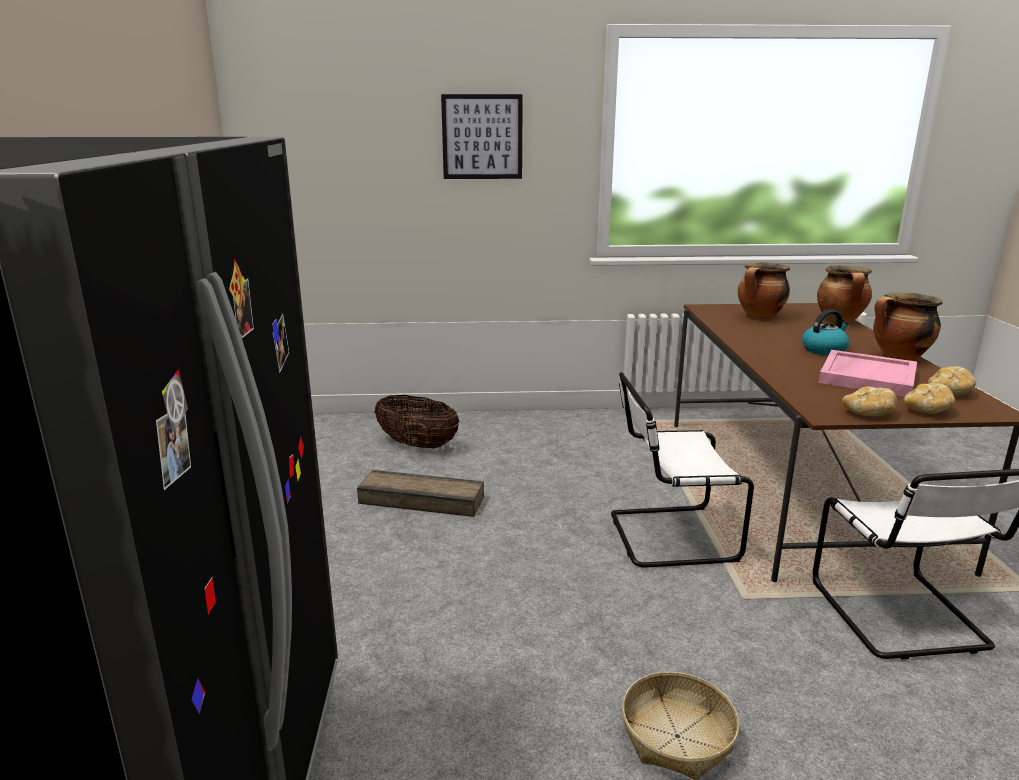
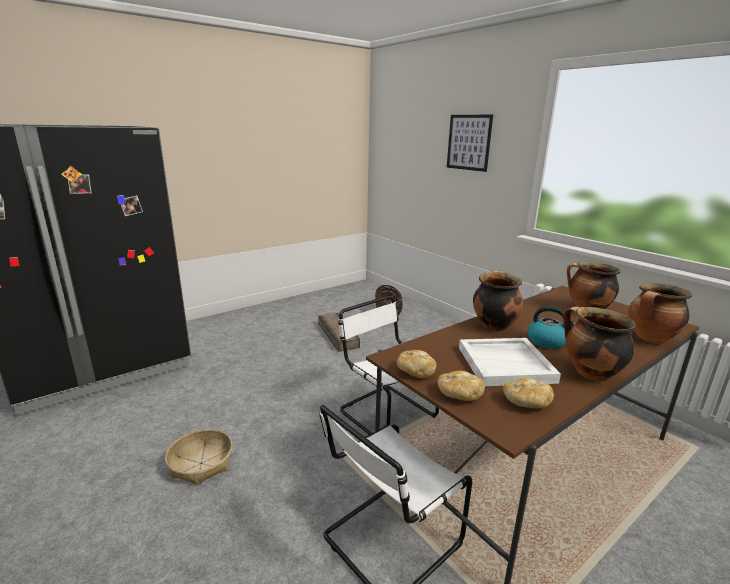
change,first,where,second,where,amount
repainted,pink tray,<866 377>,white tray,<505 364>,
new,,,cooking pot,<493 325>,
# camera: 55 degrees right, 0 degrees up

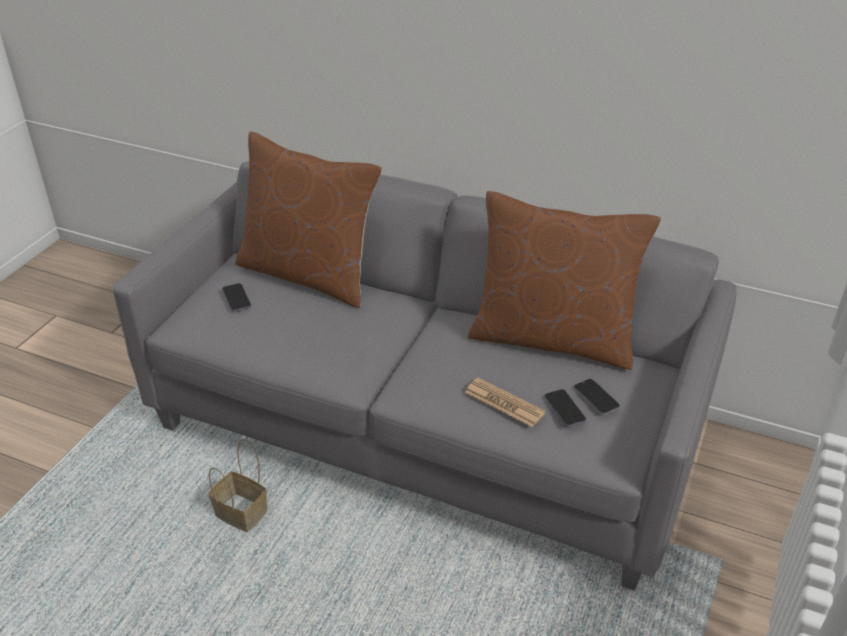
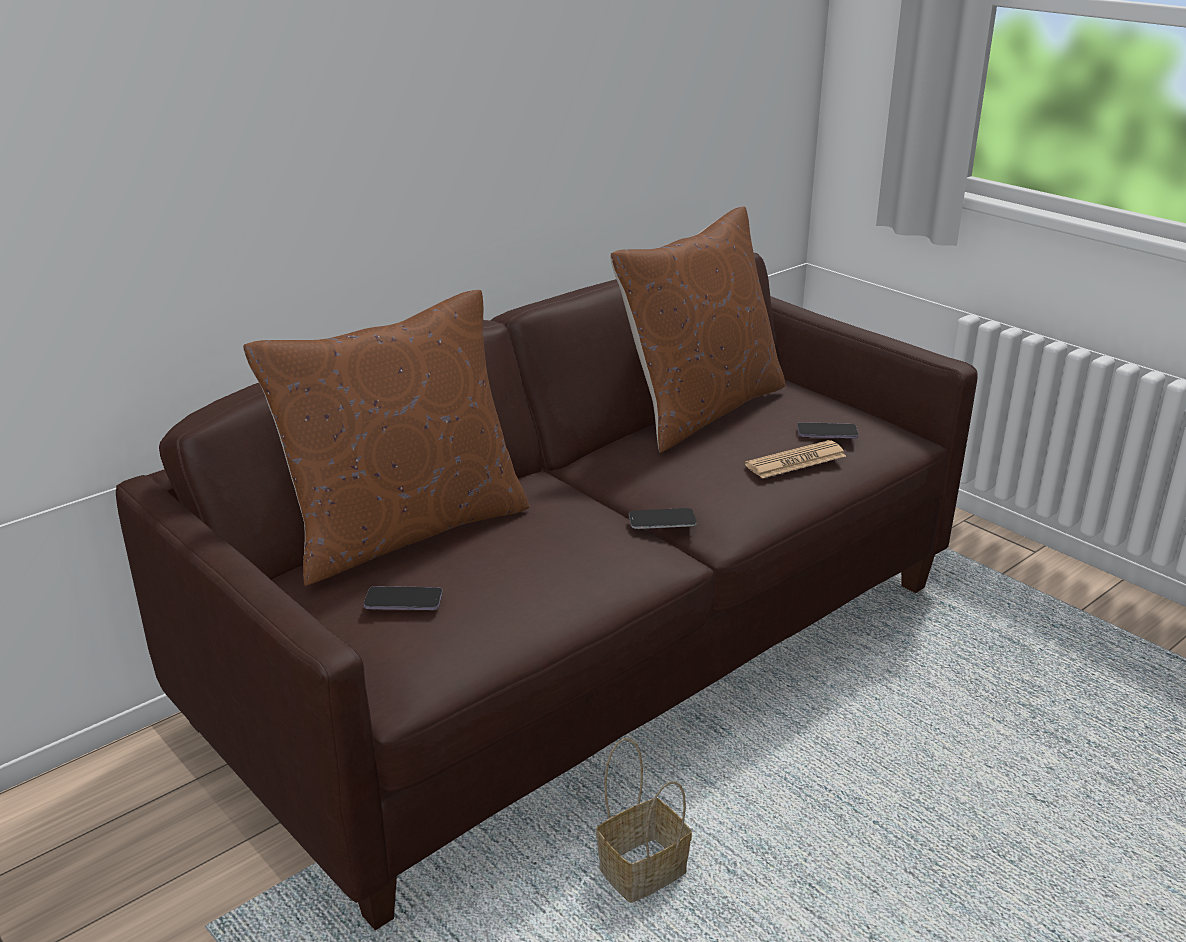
change,first,where,second,where,amount
repainted,grey sofa,<425 428>,brown sofa,<591 651>,
shifted,phone,<596 397>,,<662 520>,
# camera: 65 degrees left, 10 degrees down

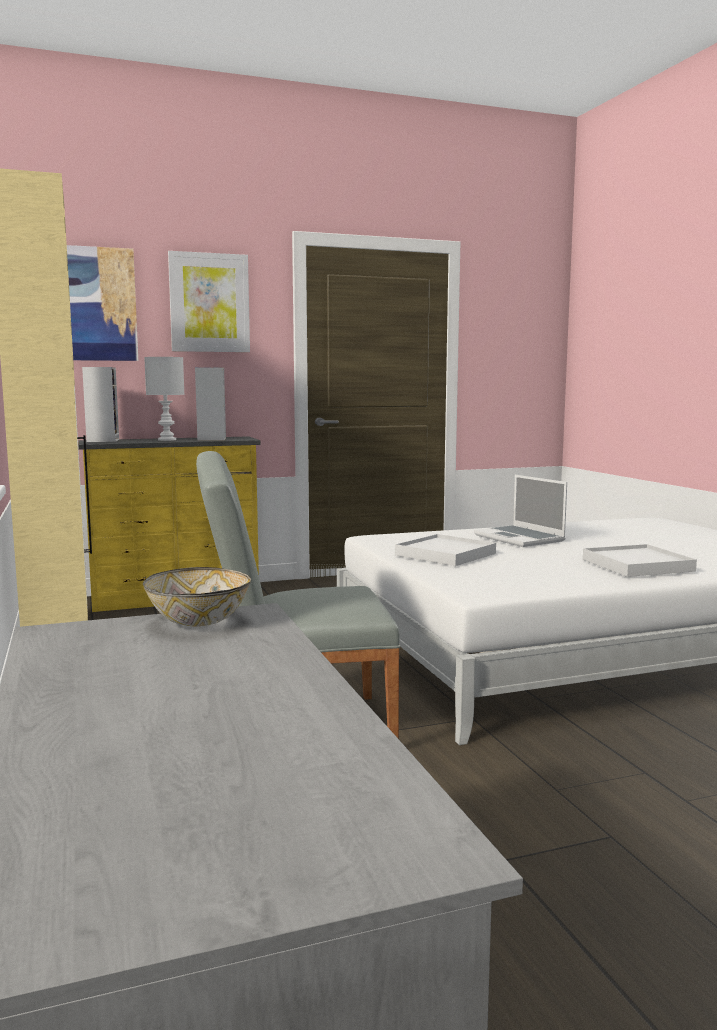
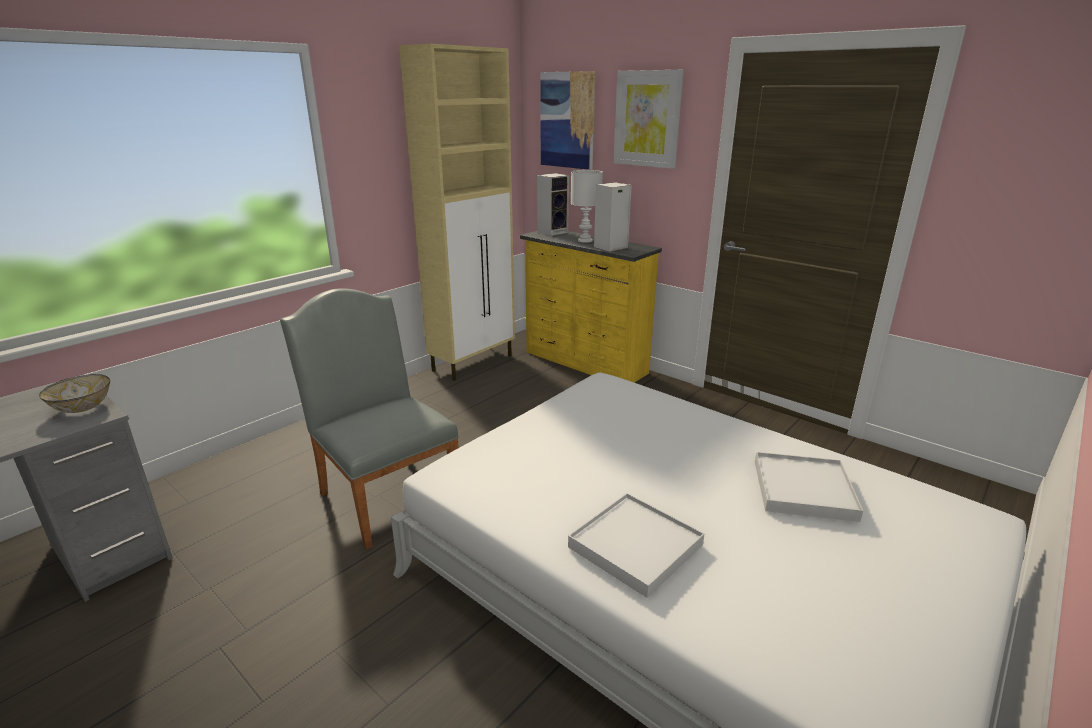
change,first,where,second,where,amount
shifted,white tray,<446 554>,,<803 490>,
gone,laptop,<520 538>,,,
# camera: 60 degrees right, 15 degrees up

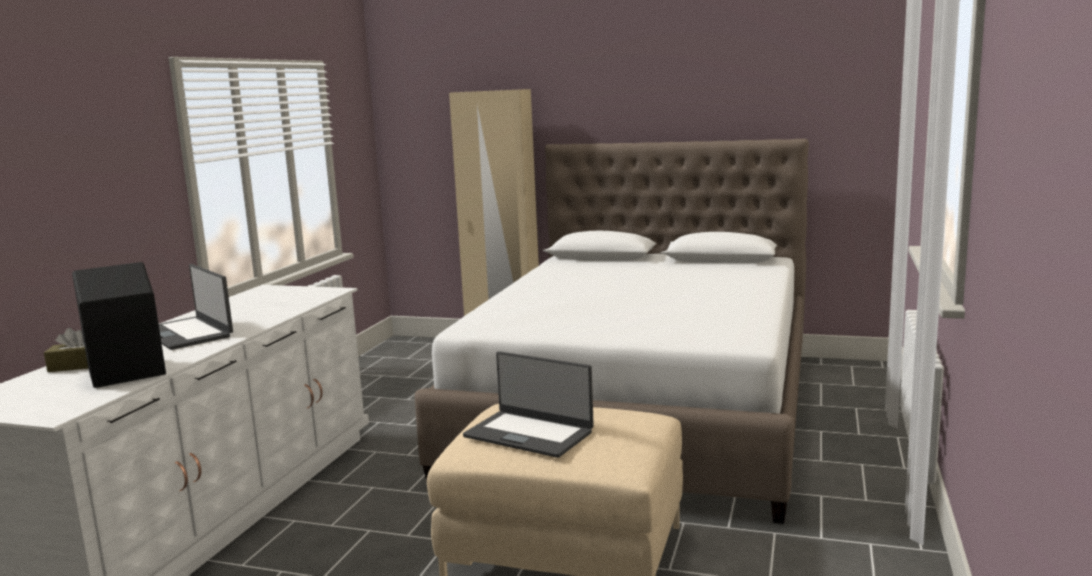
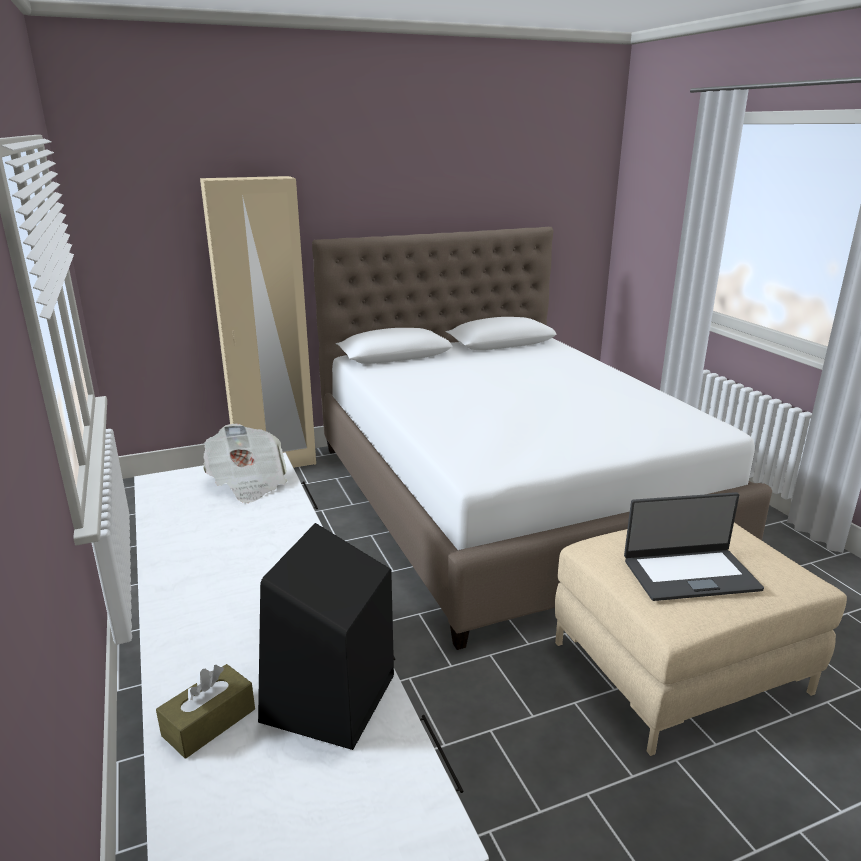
change,first,where,second,where,amount
gone,laptop,<188 333>,,,
new,,,newspaper,<248 483>,
# camera: 40 degrees left, 10 degrees up

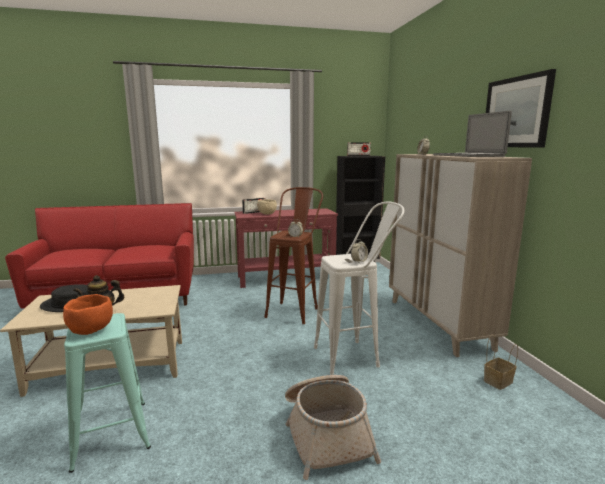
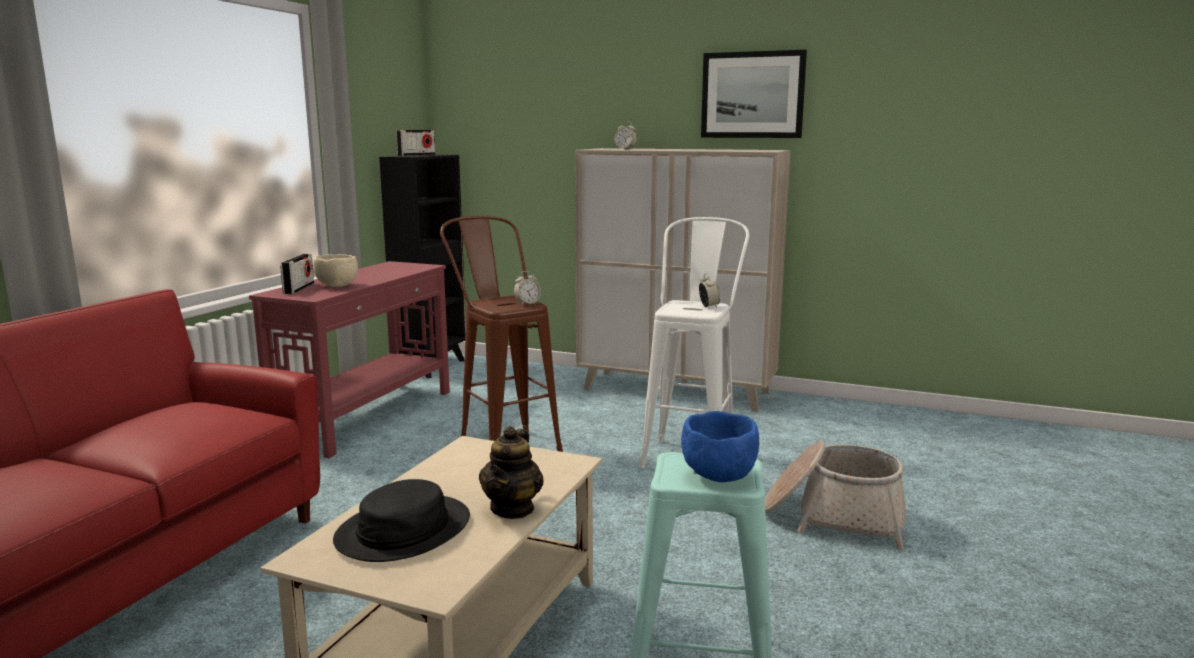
change,first,where,second,where,amount
repainted,orange bowl,<92 329>,blue bowl,<718 474>,
gone,laptop,<467 156>,,,
gone,basket,<498 381>,,,
# camera: 55 degrees left, 0 degrees up

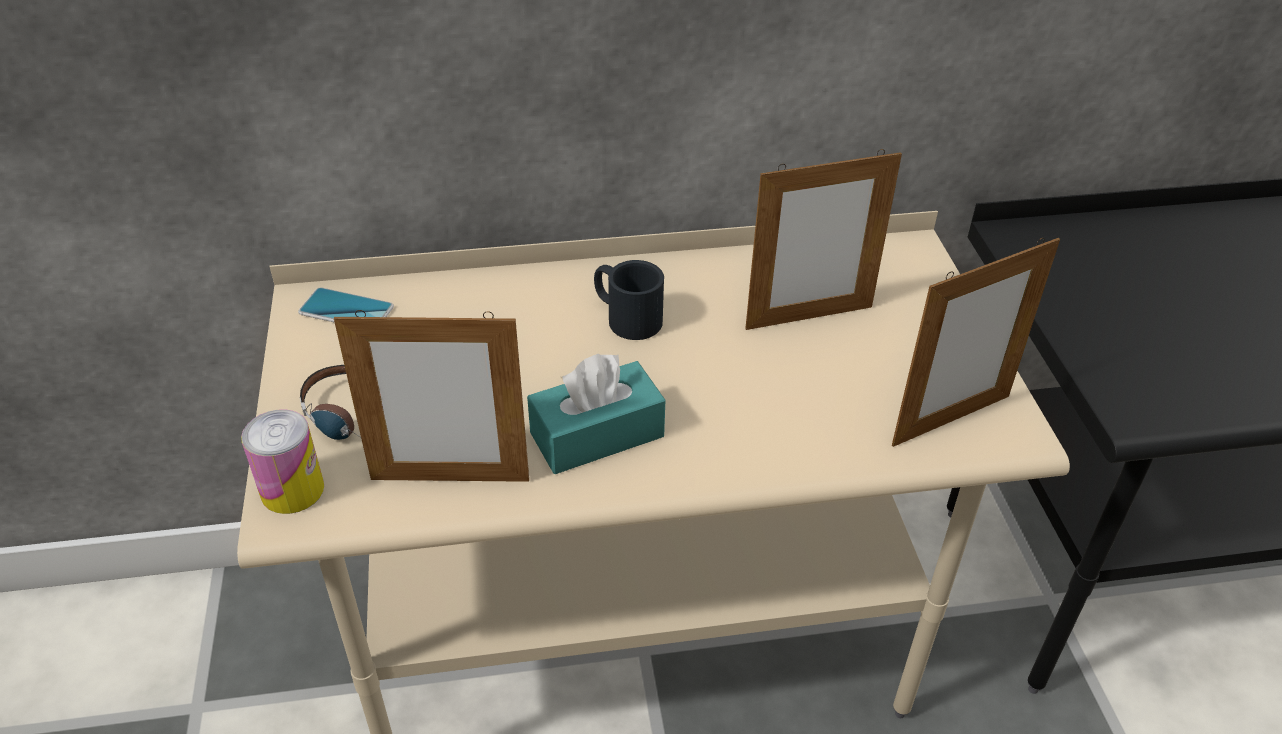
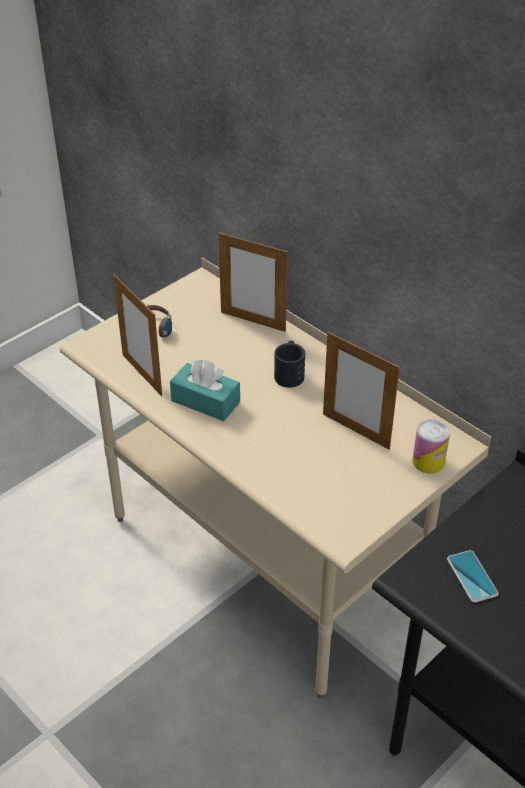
change,first,where,second,where,amount
shifted,can,<292 489>,,<428 461>,
shifted,phone,<346 310>,,<472 576>,
shifted,picture frame,<951 420>,,<253 321>,
# camera: 55 degrees right, 0 degrees up

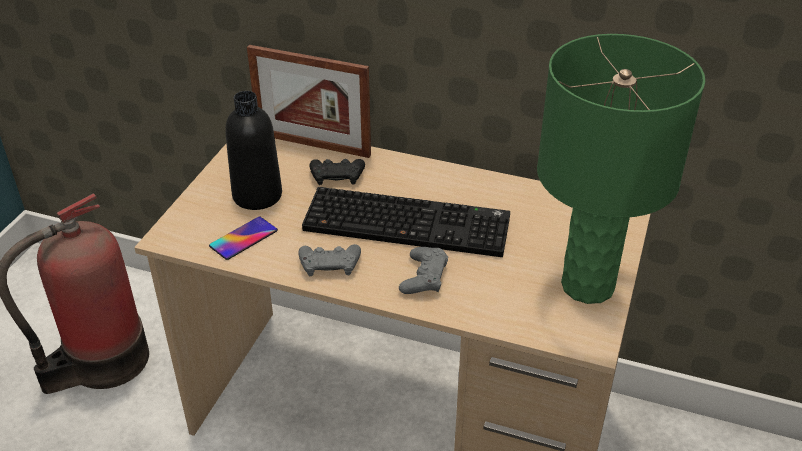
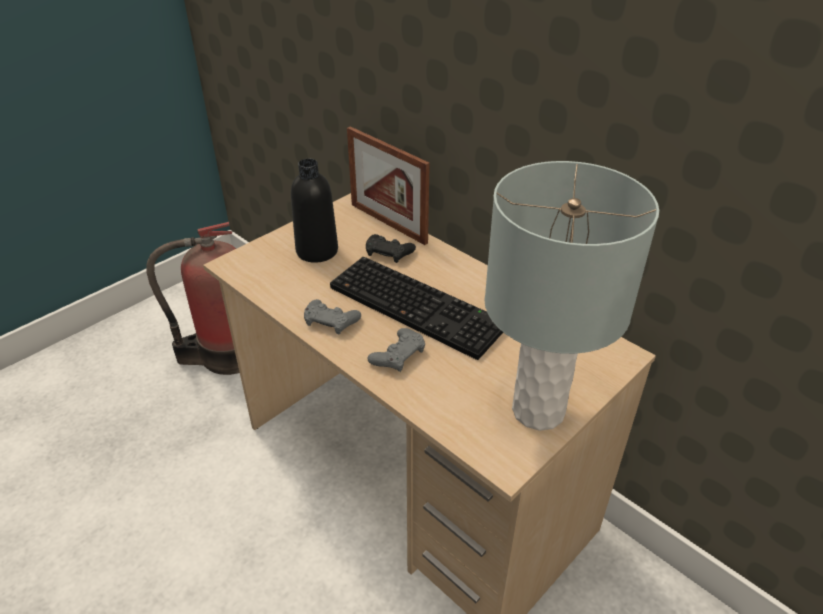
change,first,where,second,where,amount
gone,phone,<243 238>,,,
repainted,green table lamp,<588 285>,grey table lamp,<539 410>,
# camera: 25 degrees right, 0 degrees up

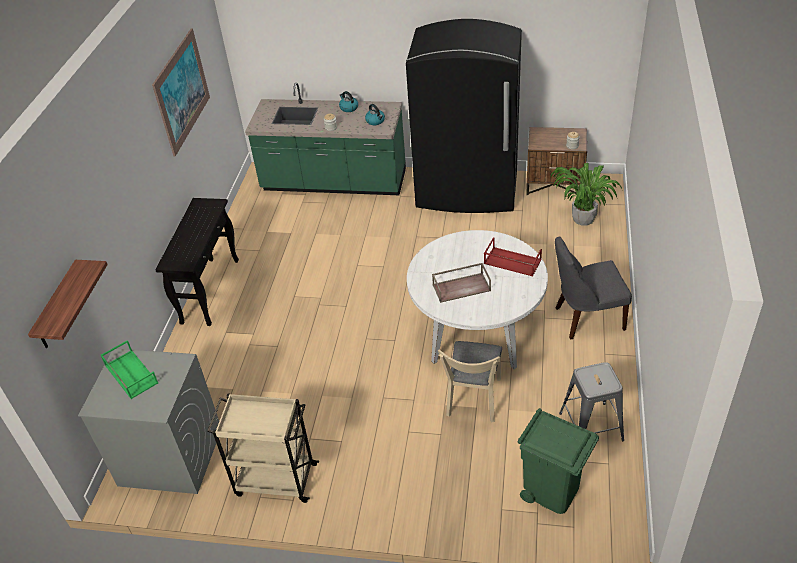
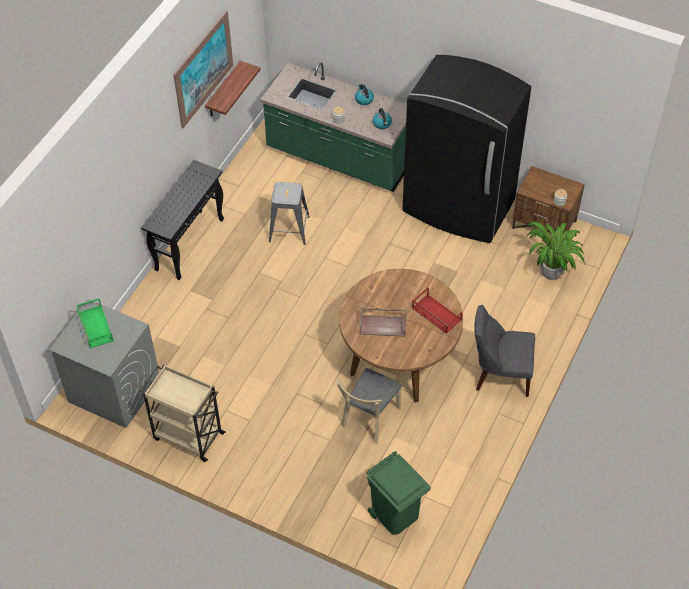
change,first,where,second,where,amount
shifted,shelf,<58 306>,,<223 90>,
repainted,white dining table,<477 335>,brown dining table,<399 361>,
shifted,grey stool,<591 427>,,<289 229>,
# camera: 15 degrees right, 10 degrees up

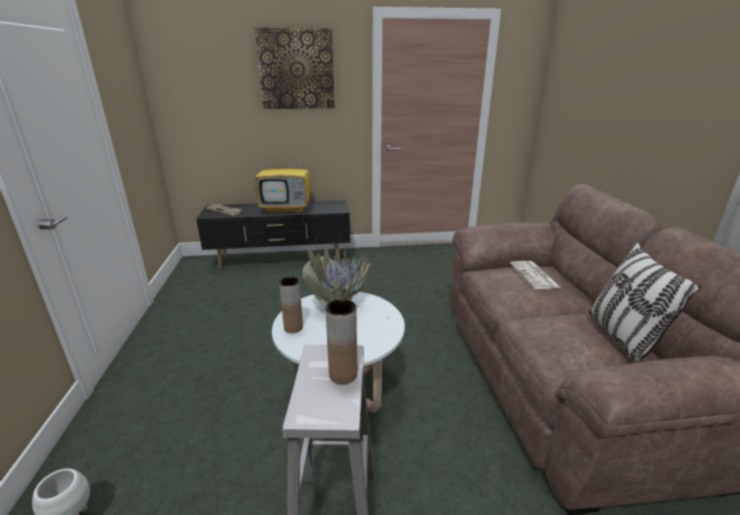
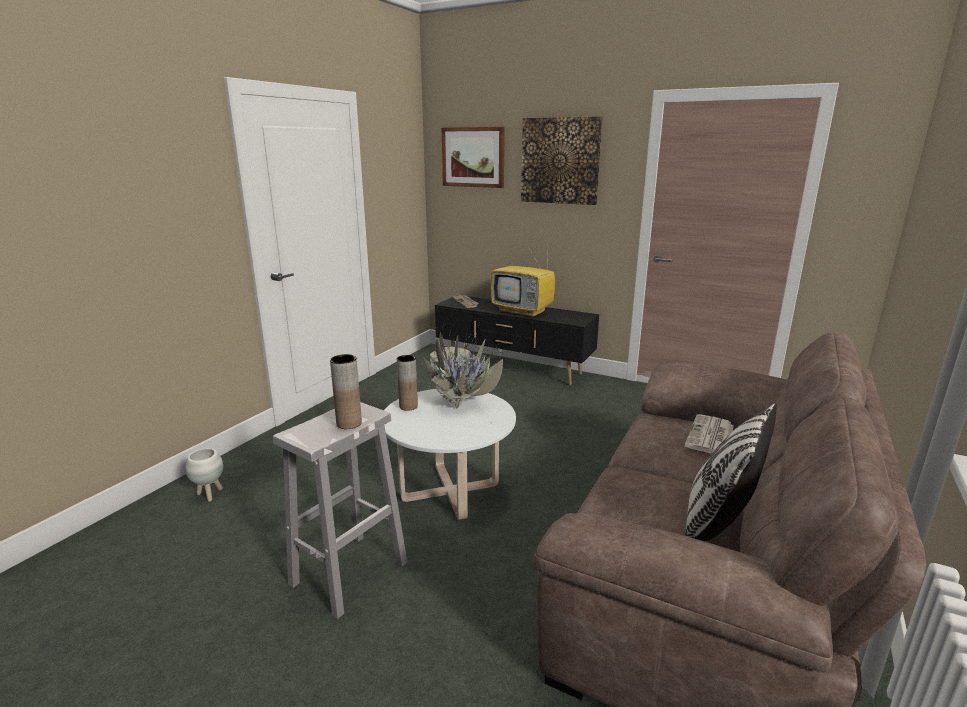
change,first,where,second,where,amount
new,,,picture,<473 157>,
# camera: 35 degrees right, 5 degrees down

